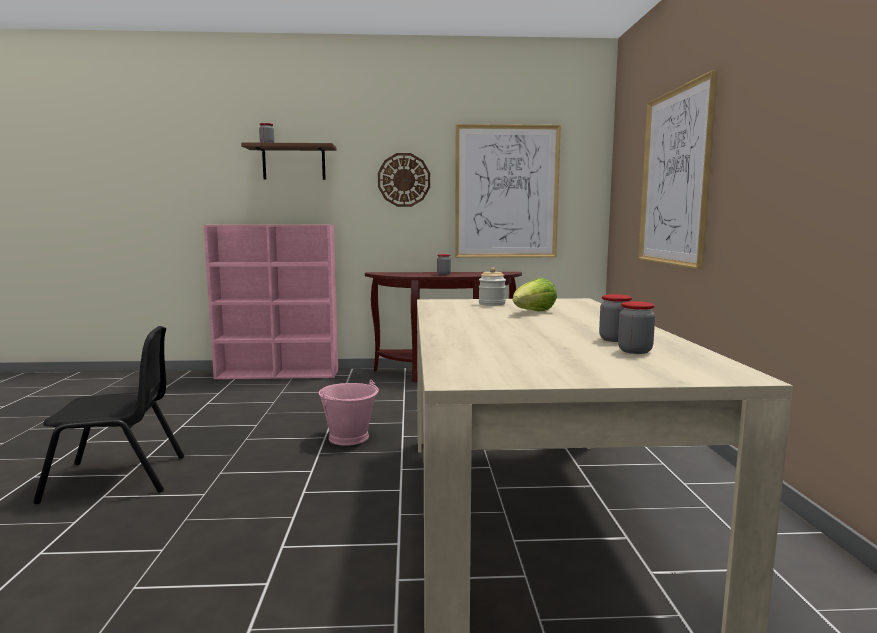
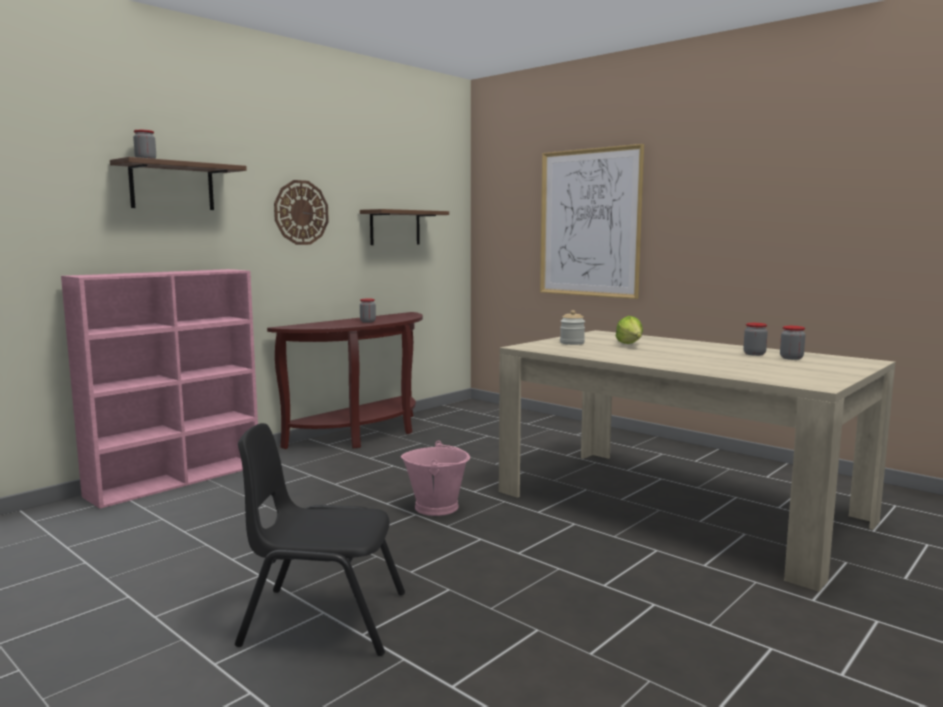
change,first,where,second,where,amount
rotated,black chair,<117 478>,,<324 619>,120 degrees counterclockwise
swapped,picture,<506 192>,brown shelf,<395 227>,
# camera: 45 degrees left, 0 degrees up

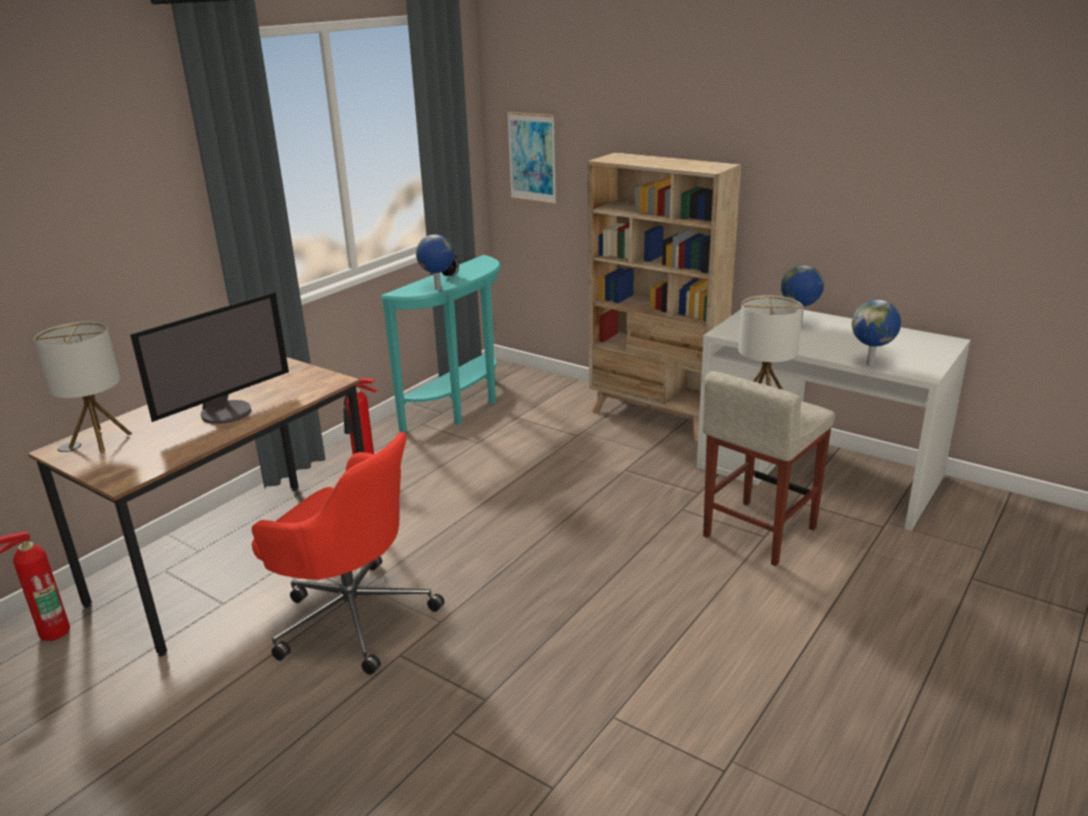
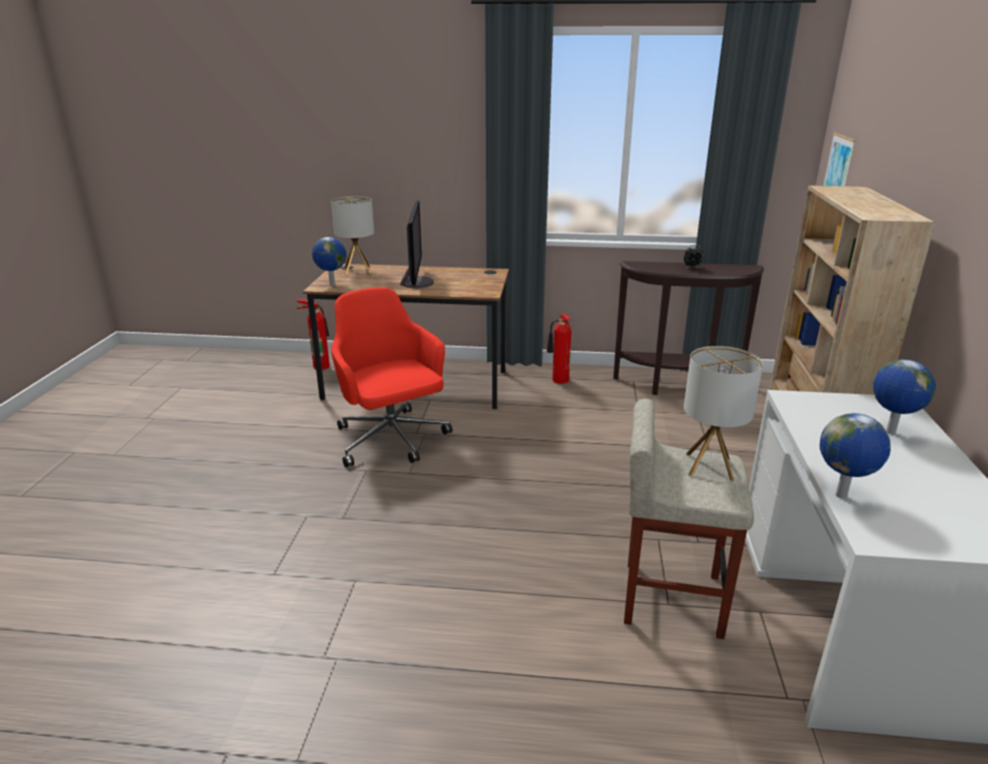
change,first,where,second,where,amount
rotated,monitor,<226 412>,,<416 282>,105 degrees counterclockwise
rotated,red office chair,<352 616>,,<392 440>,150 degrees clockwise
repainted,turquoise console table,<462 407>,brown console table,<678 387>,
shifted,globe,<438 289>,,<331 285>,
# camera: 60 degrees right, 0 degrees up

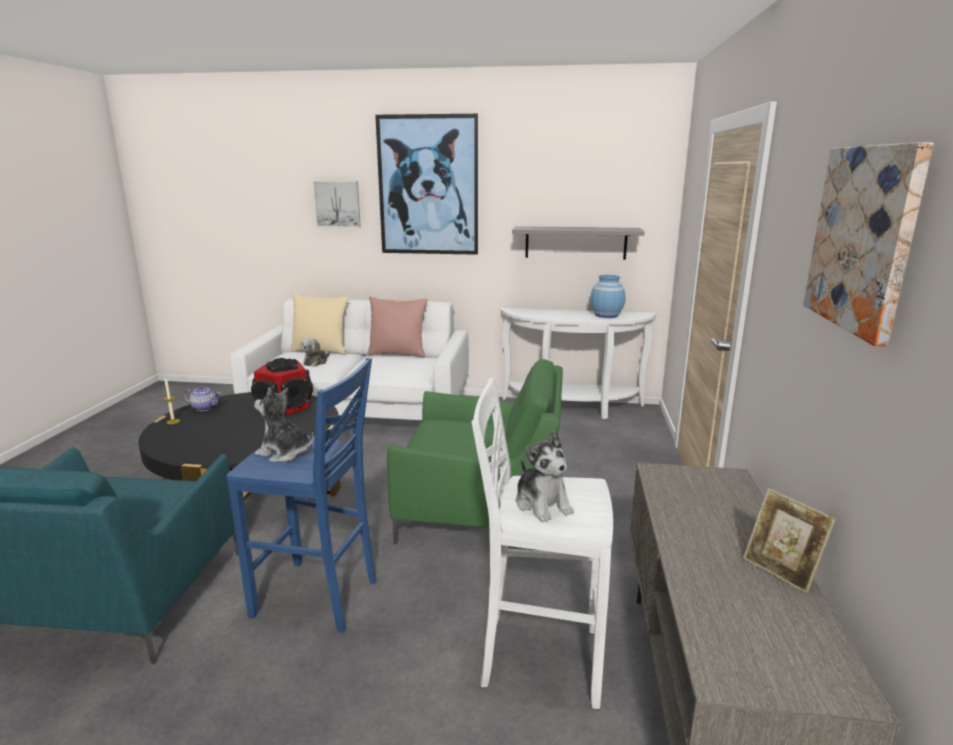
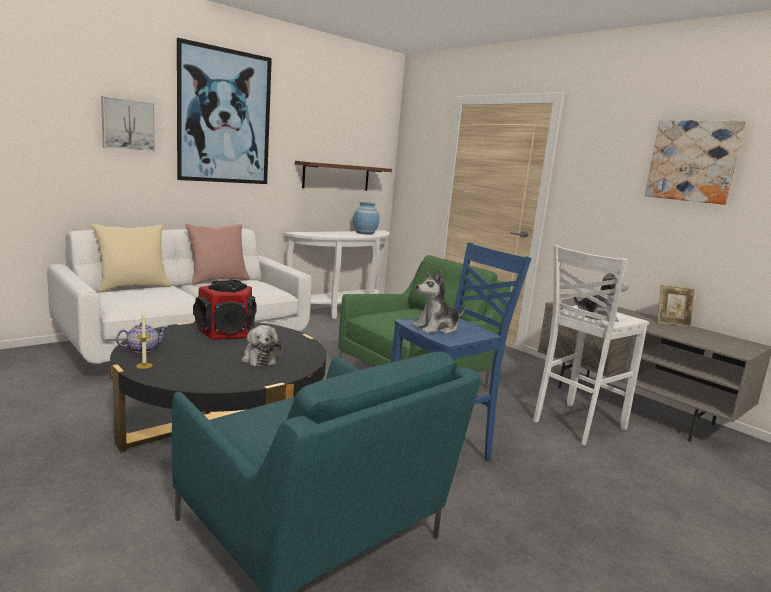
change,first,where,second,where,amount
shifted,plush toy,<316 362>,,<259 358>,
repainted,grey shelf,<575 242>,brown shelf,<336 176>,
# camera: 50 degrees left, 5 degrees down

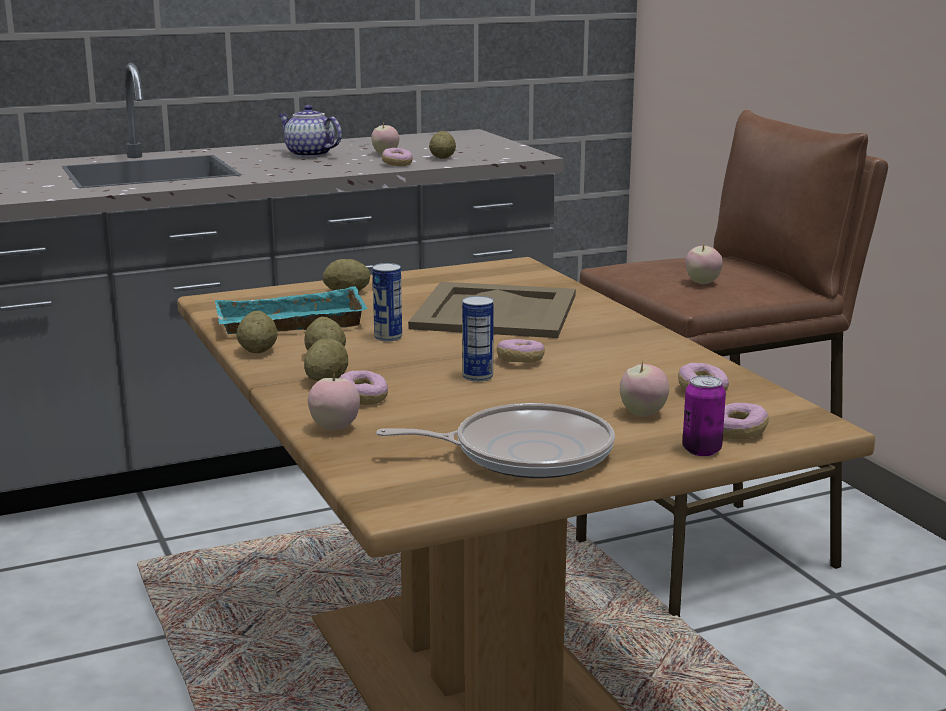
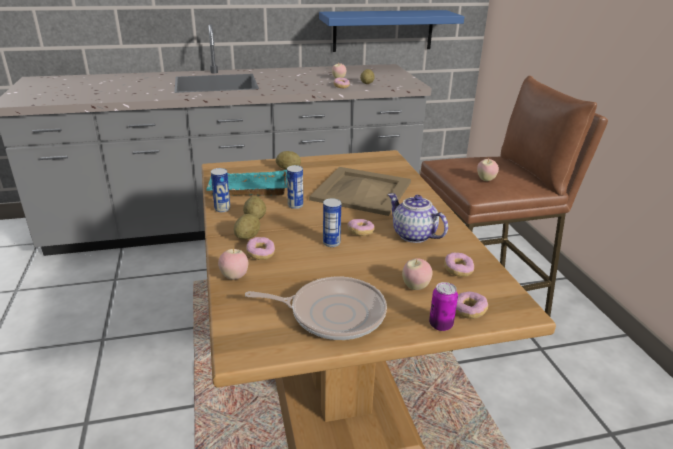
change,first,where,second,where,amount
swapped,potato,<258 351>,can,<222 209>,
shifted,teapot,<308 154>,,<413 235>,
new,,,blue shelf,<383 30>,
# camera: 10 degrees right, 10 degrees up

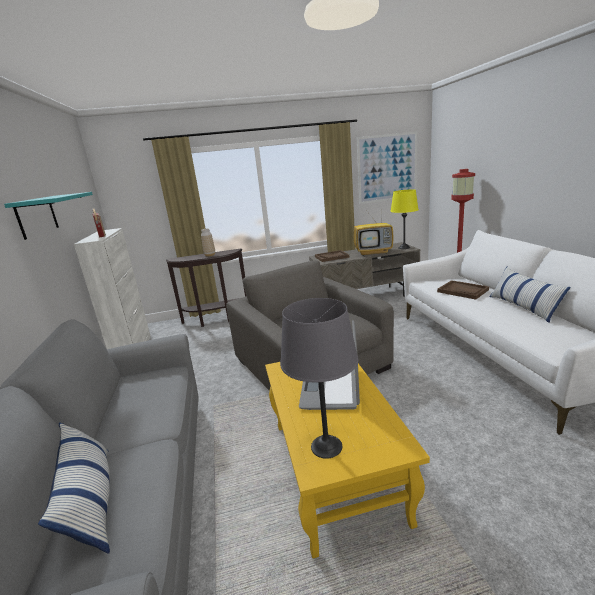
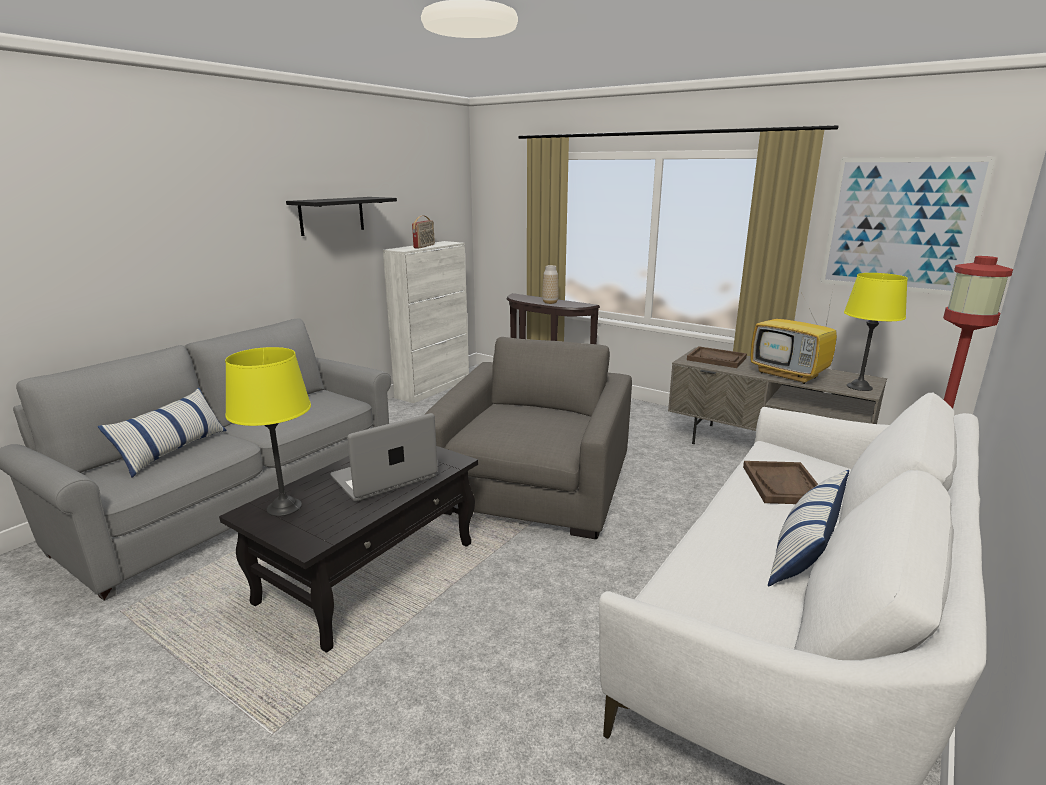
change,first,where,second,where,amount
repainted,turquoise shelf,<37 216>,black shelf,<332 215>,
repainted,yellow coffee table,<334 468>,black coffee table,<370 571>,
repainted,grey table lamp,<327 446>,yellow table lamp,<284 507>,
# camera: 45 degrees right, 0 degrees up

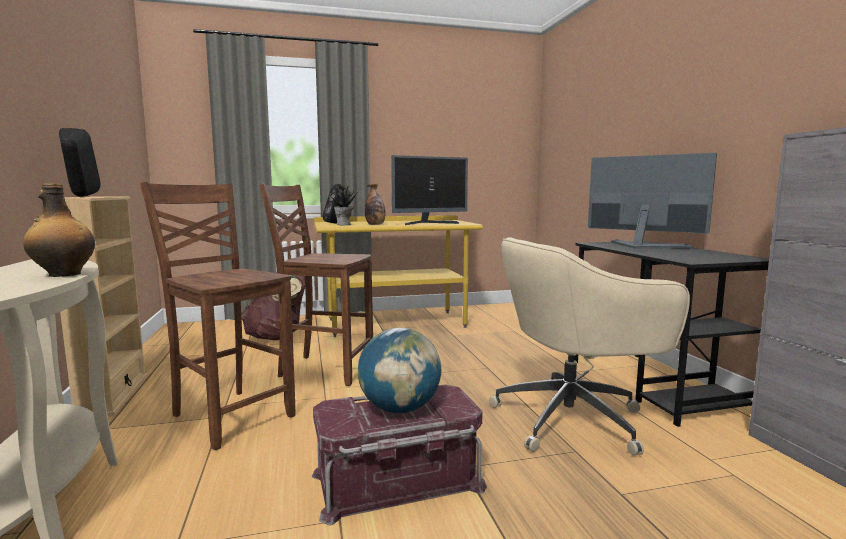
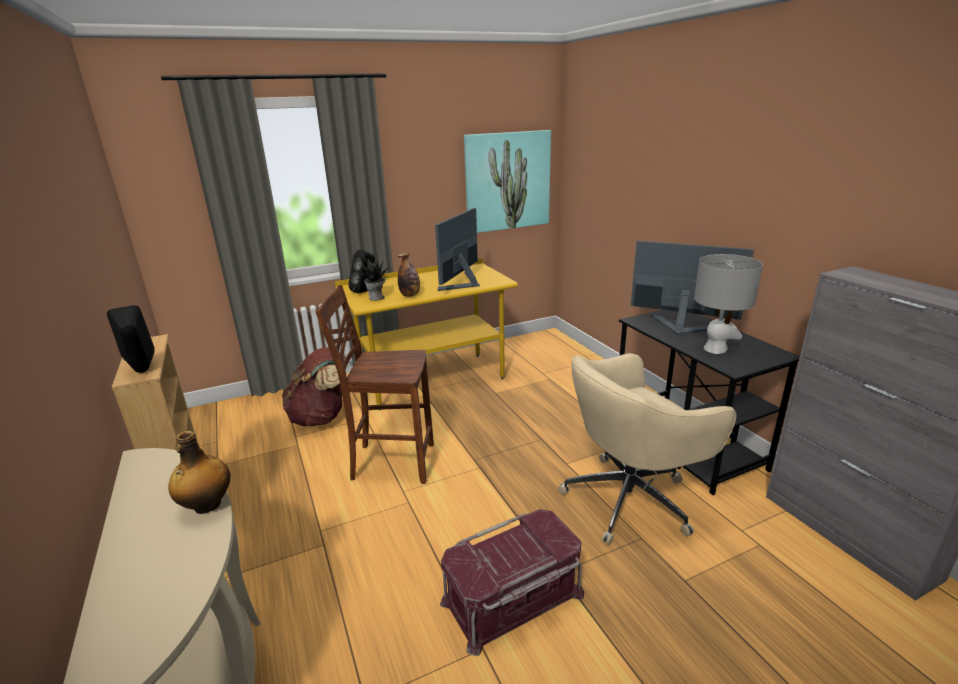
change,first,where,second,where,amount
gone,brown chair,<231 415>,,,
gone,globe,<400 409>,,,
rotated,monitor,<429 223>,,<462 284>,150 degrees clockwise
new,,,picture,<507 181>,
new,,,grey table lamp,<715 349>,
# camera: 10 degrees left, 15 degrees up

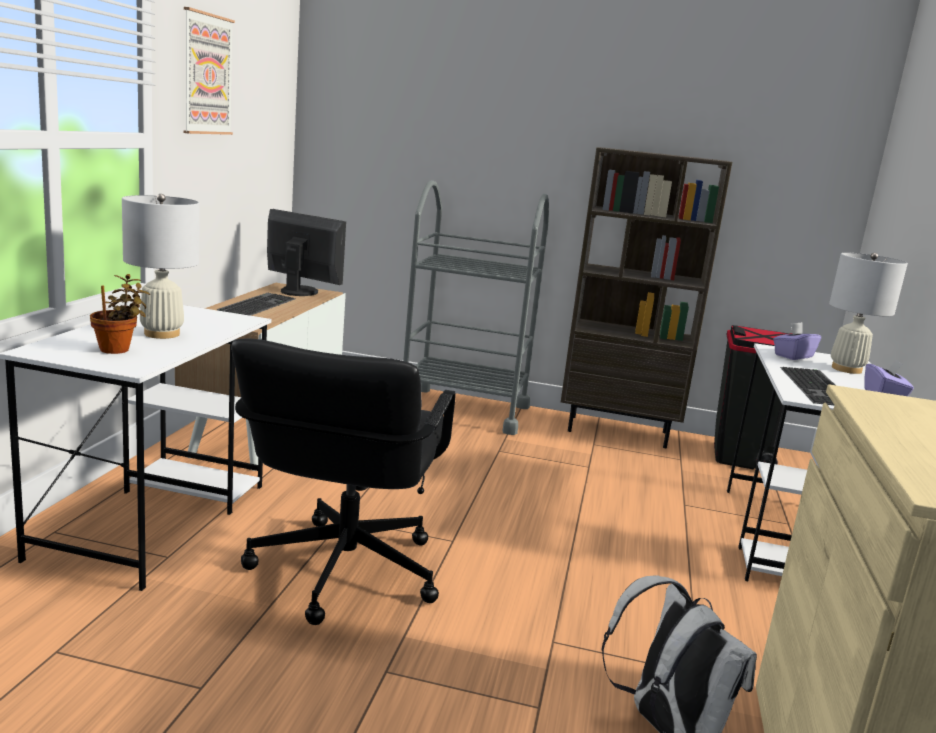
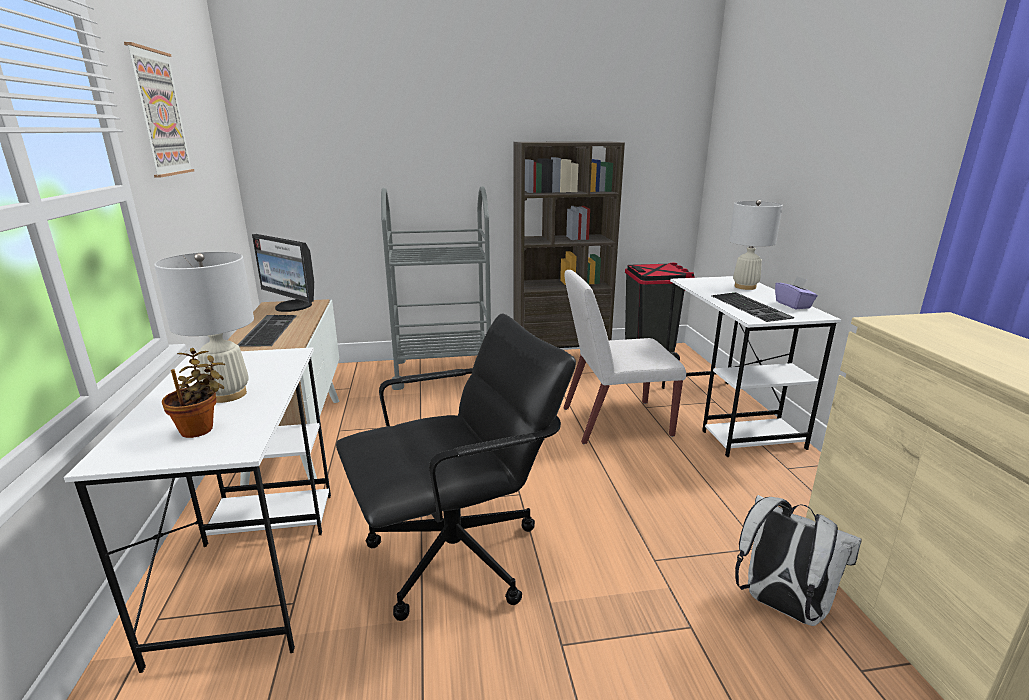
change,first,where,second,where,amount
rotated,black office chair,<343 571>,,<457 556>,105 degrees counterclockwise
rotated,monitor,<300 291>,,<292 307>,150 degrees counterclockwise
gone,purple tissue box,<793 356>,,,
new,,,white chair,<614 422>,
# camera: 20 degrees left, 5 degrees up

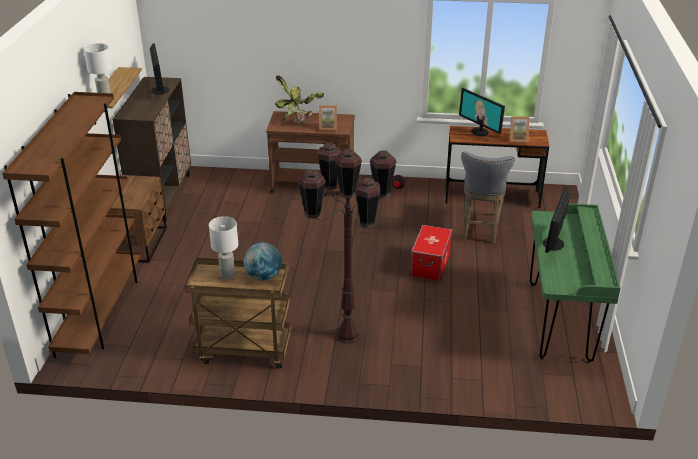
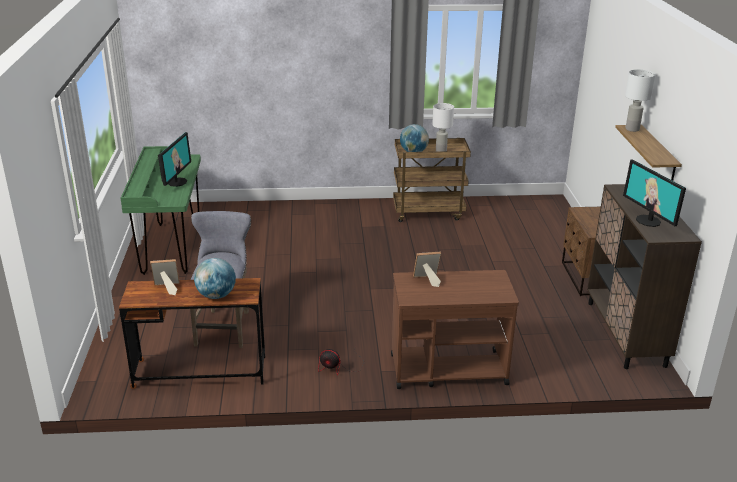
change,first,where,second,where,amount
gone,brown bookcase,<100 312>,,,
gone,potted plant,<298 119>,,,
gone,brown floor lamp,<348 336>,,,
gone,storage box,<430 265>,,,
swapped,monitor,<480 131>,globe,<216 295>,
# camera: 170 degrees right, 5 degrees down

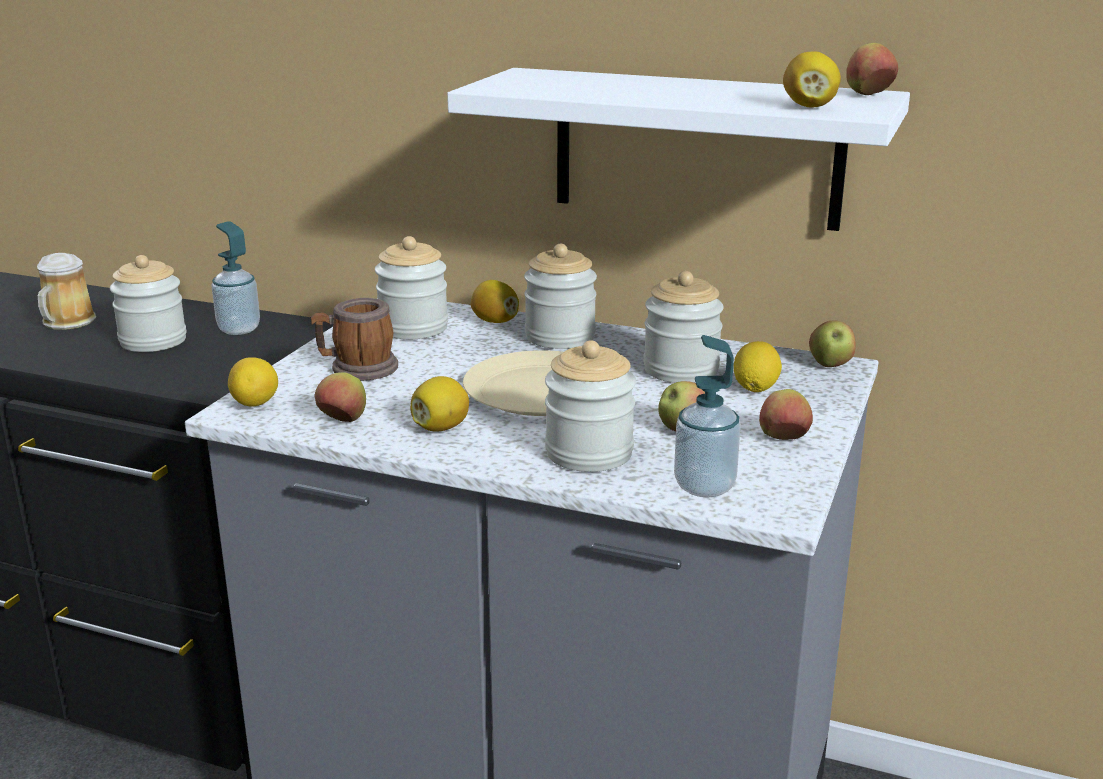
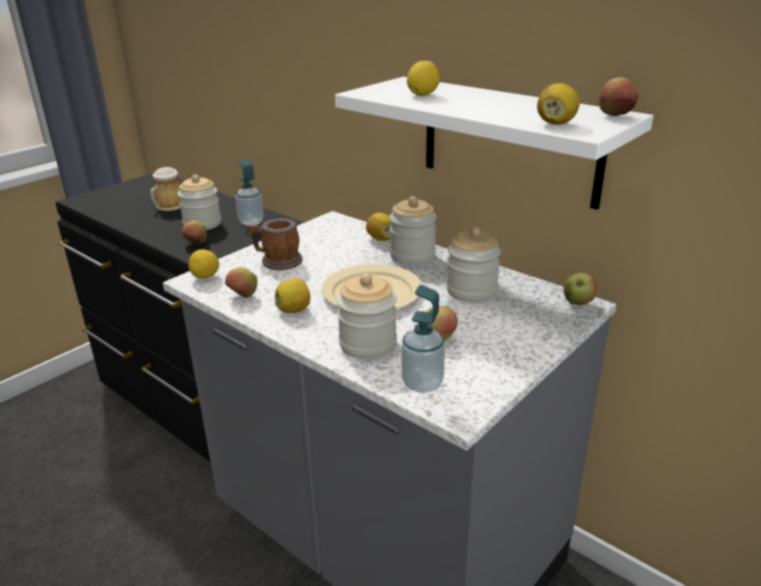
change,first,where,second,where,amount
gone,jar,<413 328>,,,
shifted,lemon,<755 388>,,<422 95>,
shifted,apple,<783 440>,,<196 244>,
# camera: 20 degrees right, 5 degrees up

